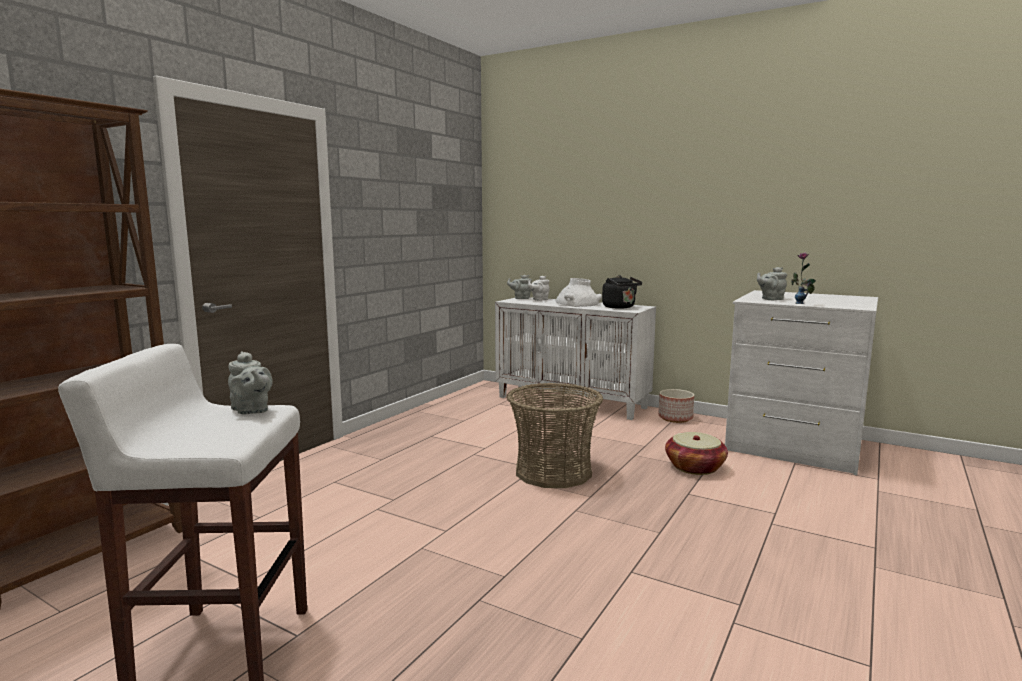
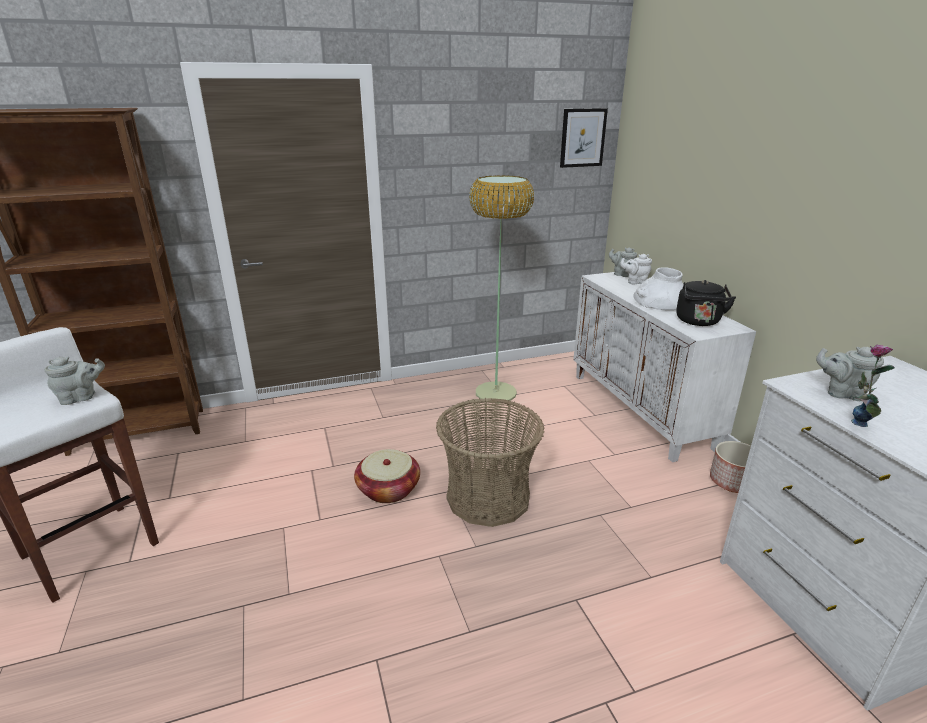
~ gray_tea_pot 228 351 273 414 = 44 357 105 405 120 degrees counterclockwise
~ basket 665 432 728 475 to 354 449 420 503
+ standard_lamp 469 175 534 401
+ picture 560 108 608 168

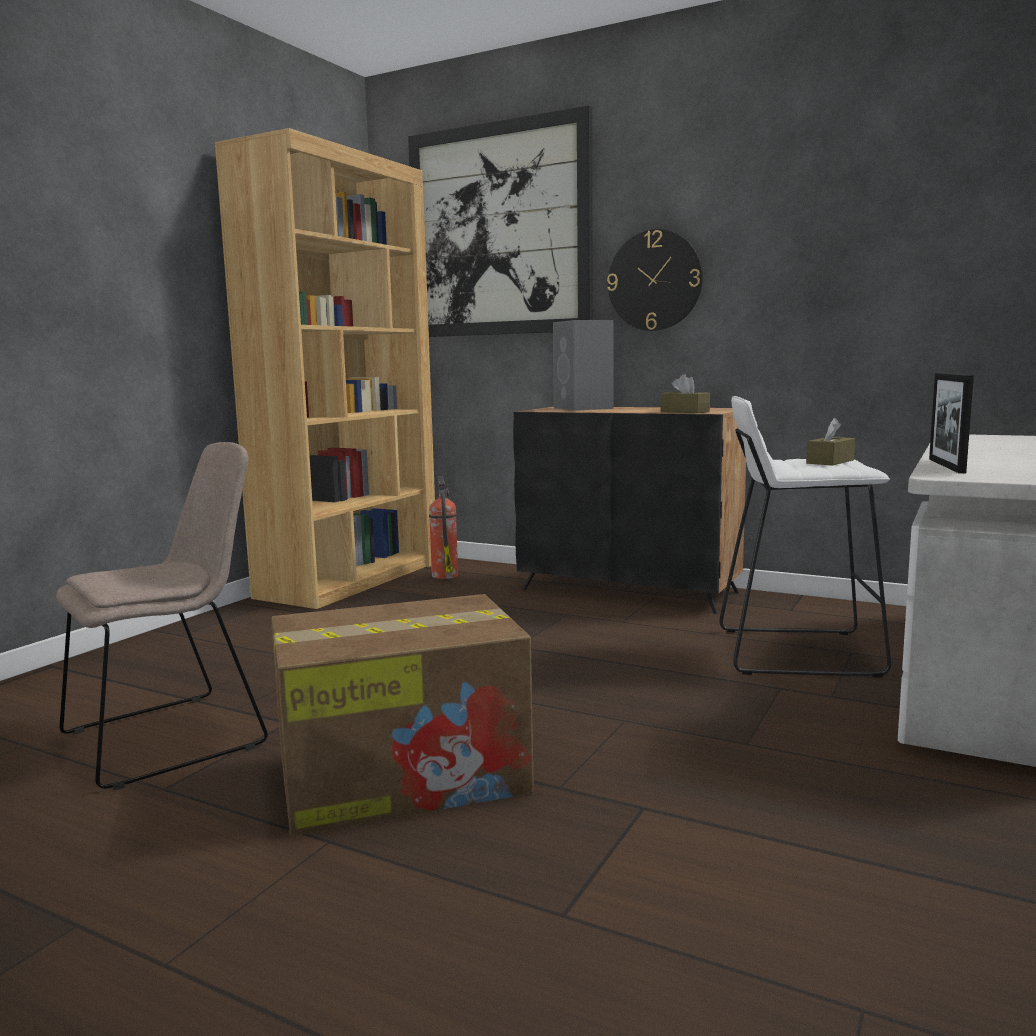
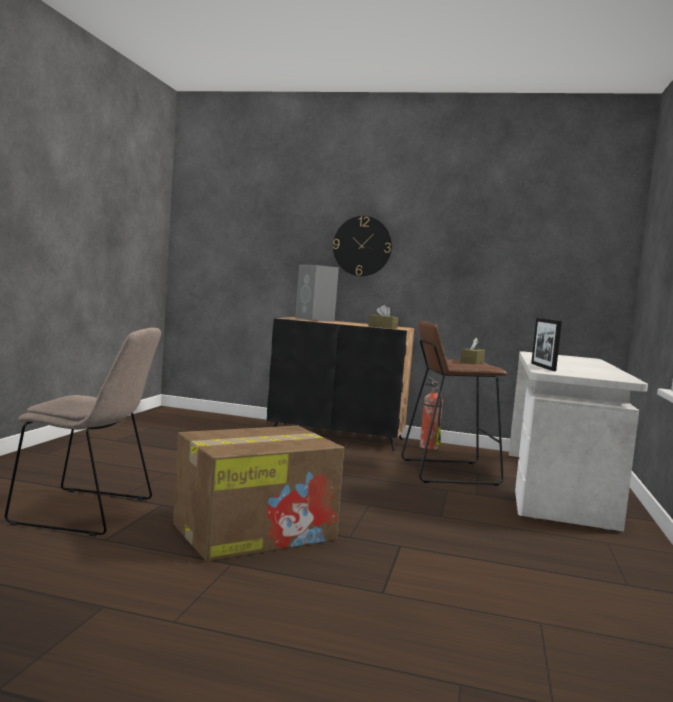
~ beige-coloured_plain_chair 56 442 268 790 = 5 328 161 536 60 degrees clockwise
~ white-coloured_stool 719 396 891 678 to brown-coloured_stool 401 321 507 485
~ fire-fighting_cylinder 429 476 458 579 to 420 377 443 450
- brown-coloured_bookshelf 215 128 435 609
- picture 408 106 593 337

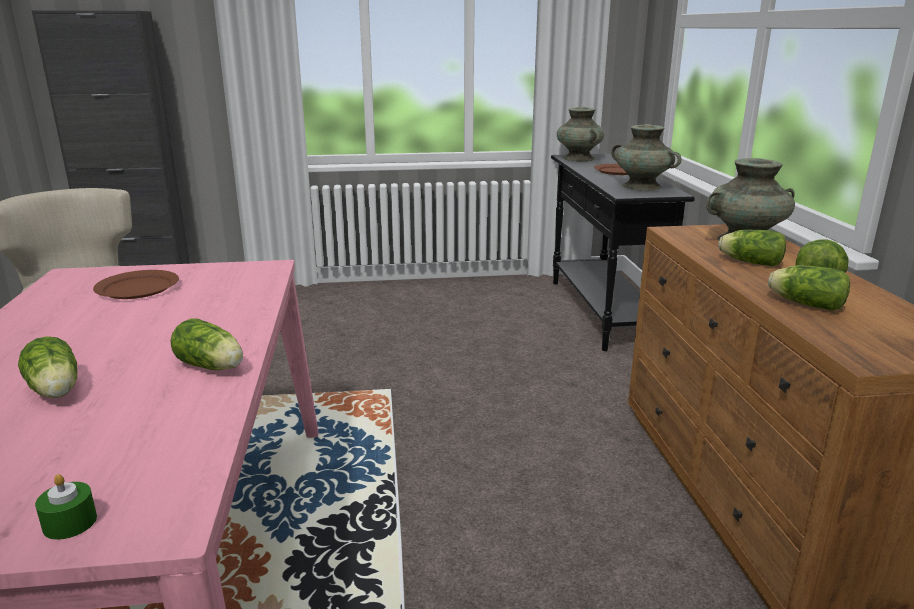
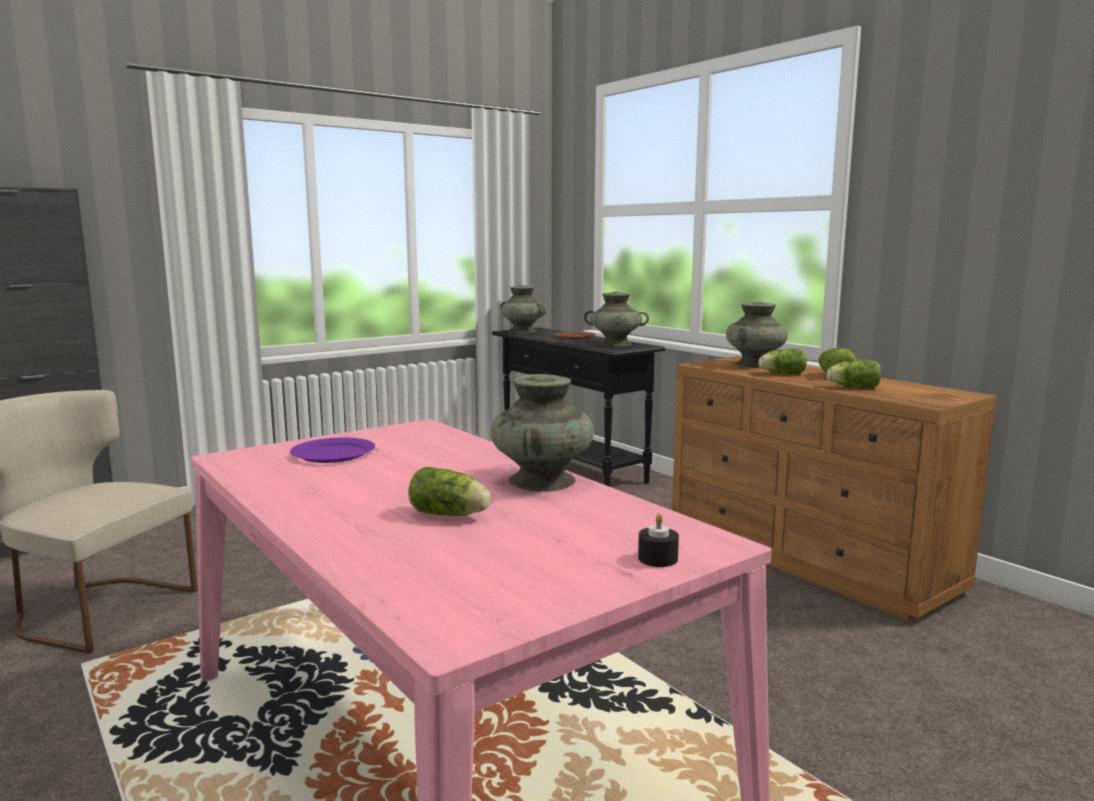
~ brown-coloured_flat_dish 93 270 179 299 to purple_flat_dish 290 438 375 463
~ lettuce_head 170 318 243 370 to turquoise-coloured_decorative_vase 490 374 594 492
~ green_wax_light 35 474 97 540 to black_wax_light 638 514 679 567

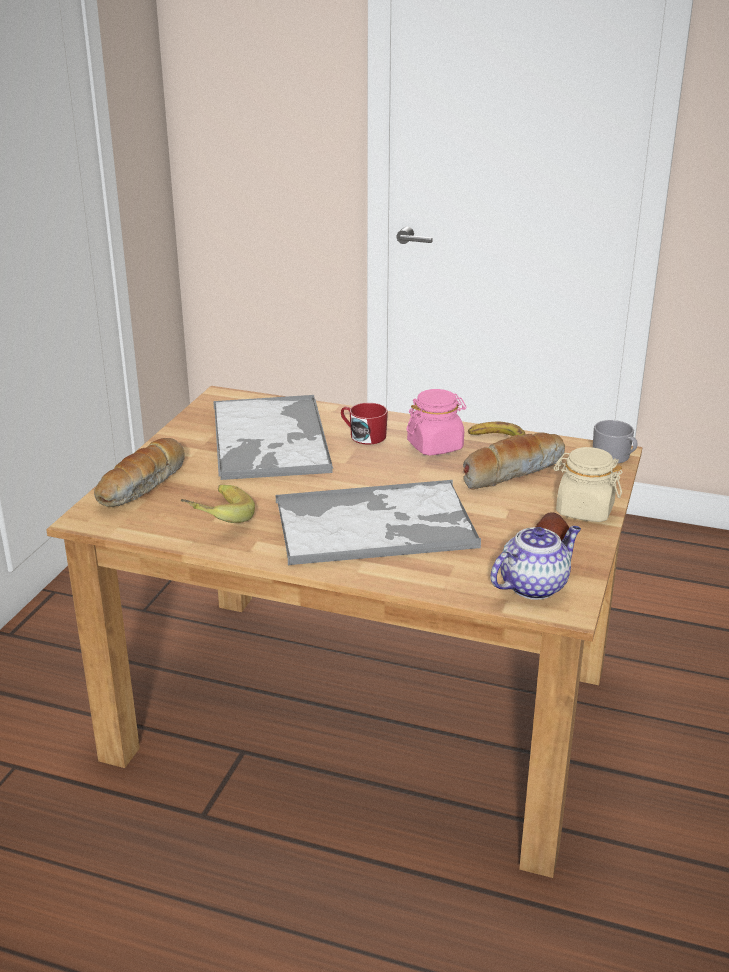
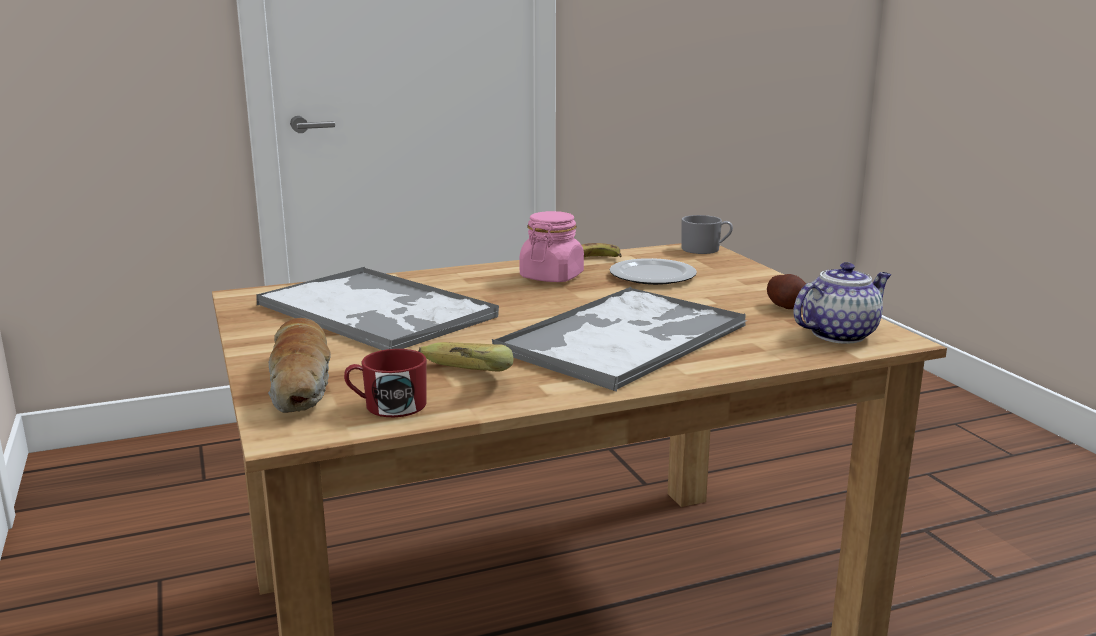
~ reddish_tea_mug 341 403 388 444 to 344 349 427 417
~ bakery_bread 463 432 565 490 to flat_dish 609 258 697 285
~ tea_pot 490 526 581 600 = 793 262 891 344 45 degrees clockwise
- beige-coloured_preserve_jar 554 447 622 522

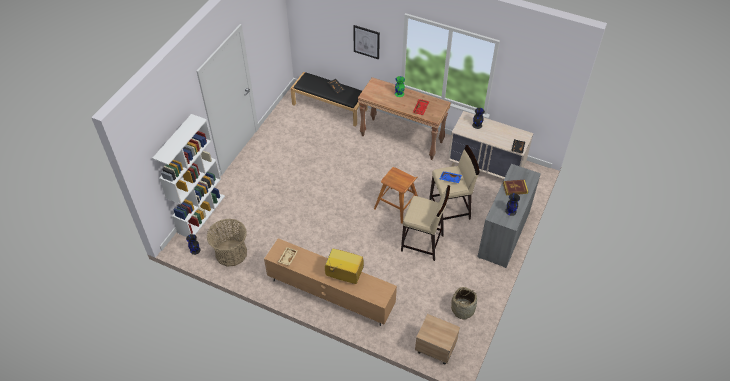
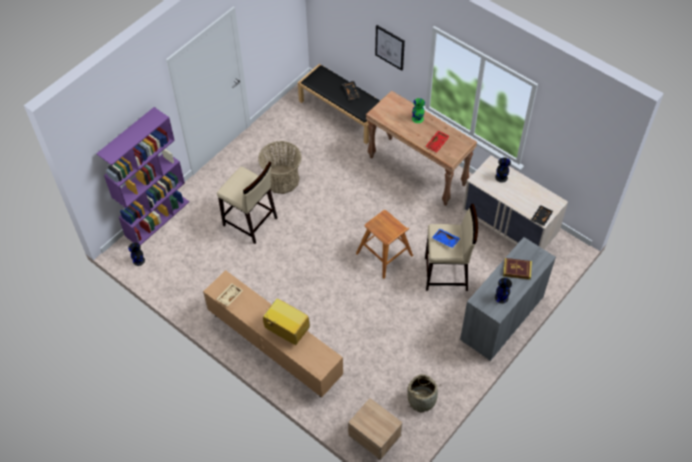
~ white-coloured_bookshelf 152 114 225 237 to purple_bookshelf 96 107 189 245
~ beige-coloured_stool 401 185 450 261 to 217 161 277 244
~ basket 207 219 247 267 to 258 141 302 194

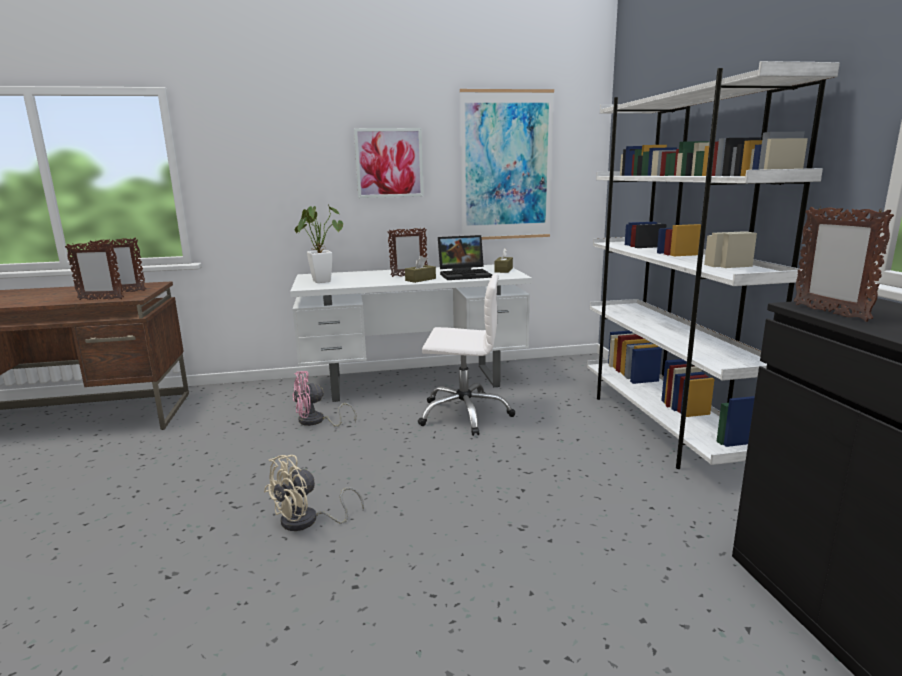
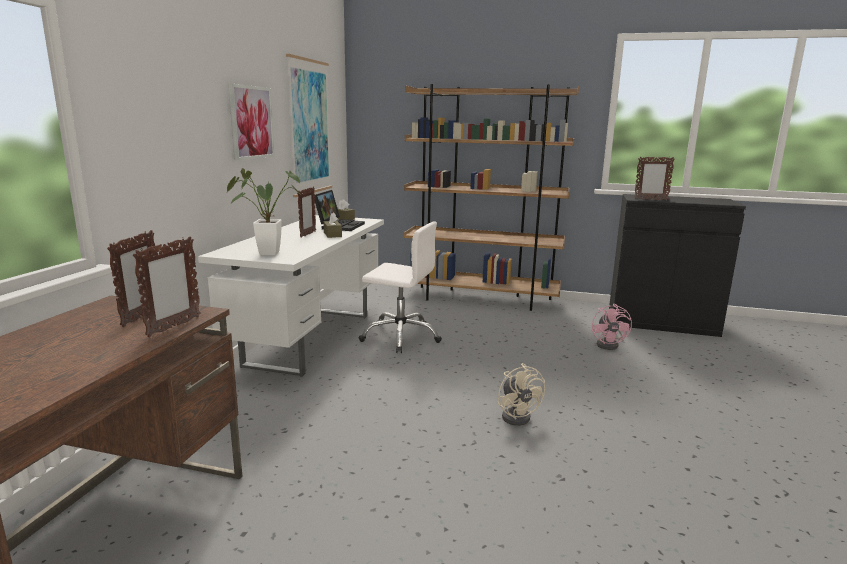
~ white-coloured_desk_chair 418 274 515 436 = 359 221 442 353 75 degrees clockwise
~ white-coloured_bookshelf 587 61 840 469 to brown-coloured_bookshelf 404 84 579 311
~ pinkish_fan 292 371 356 427 to 592 304 632 350

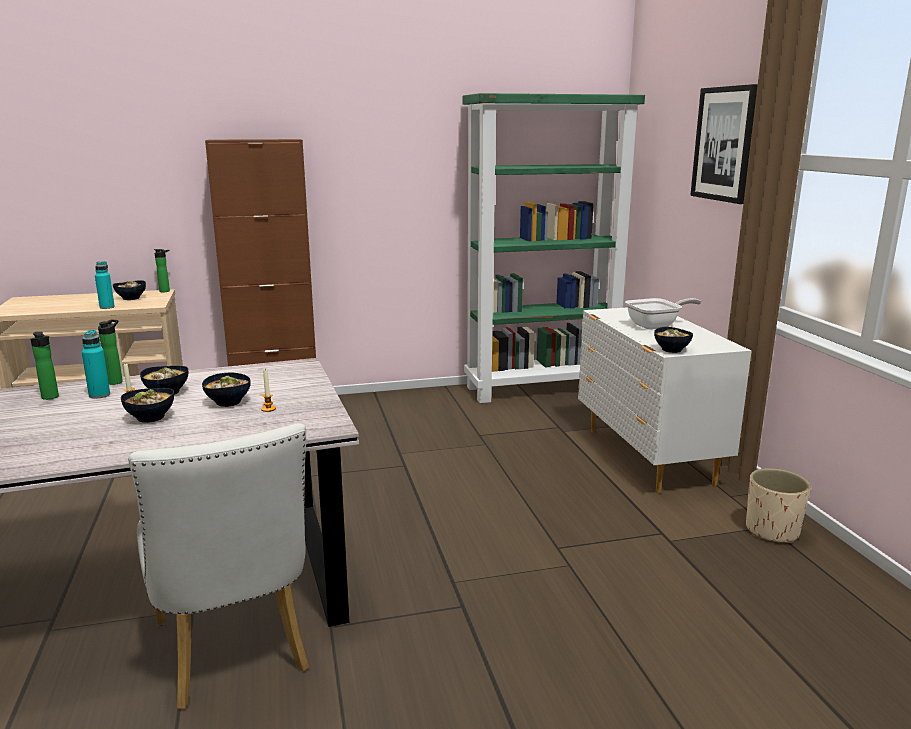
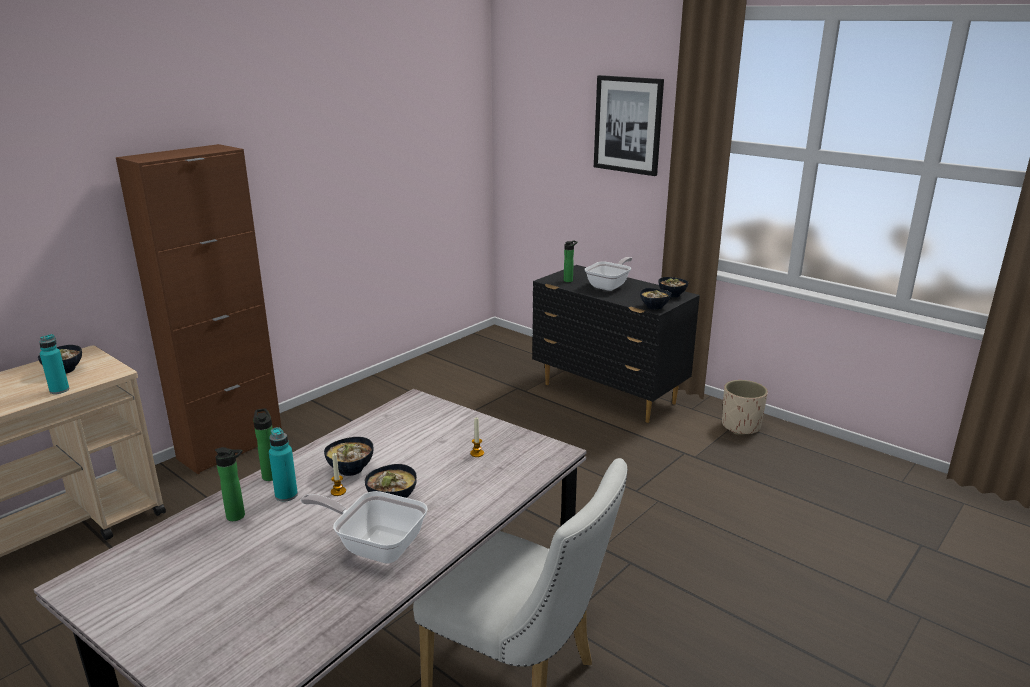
+ skillet 301 491 428 564
~ white-coloured_dresser 578 307 752 494 to black_dresser 532 265 700 423
~ bottle 154 249 170 292 to 564 241 577 282
~ serving_bowl 202 373 251 407 to 659 277 689 298
- green_bookshelf 463 93 645 403

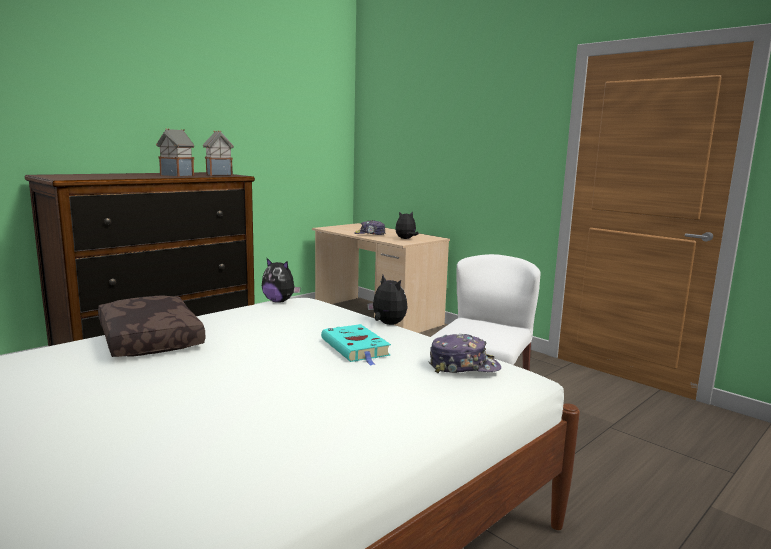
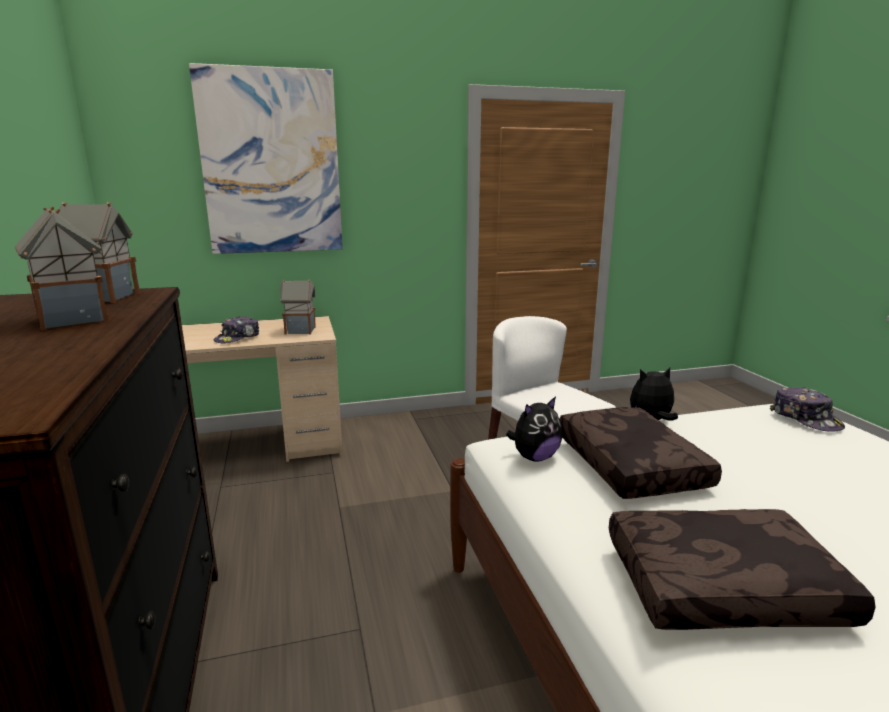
+ picture 189 63 343 254
~ plush_toy 395 211 419 239 to miniature_house 280 279 316 335
+ brown-coloured_cushion 559 407 722 499
~ cap 429 334 501 373 = 770 387 845 432 135 degrees clockwise
- turquoise-coloured_volume 321 324 391 366

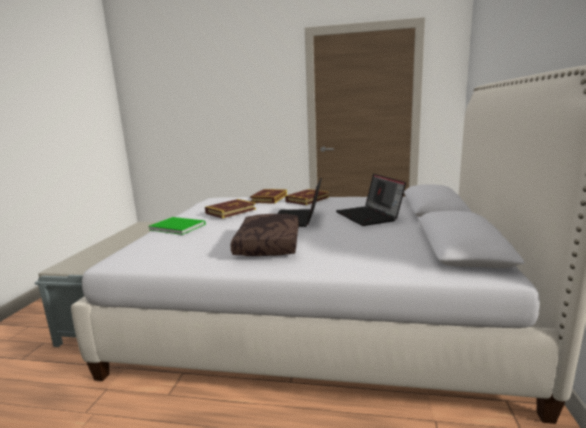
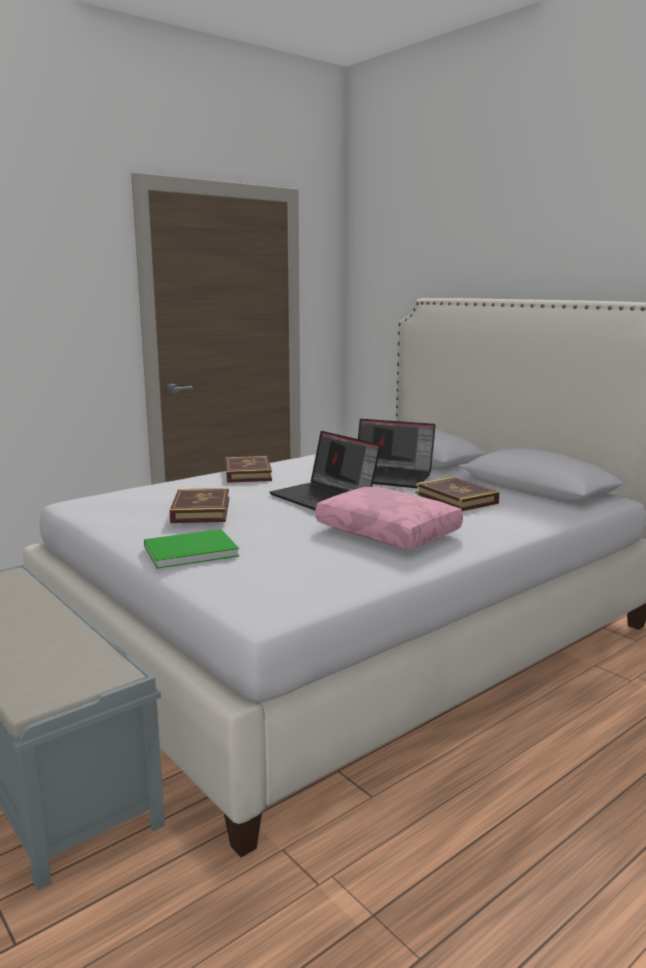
~ brown-coloured_cushion 231 214 299 256 to pinkish_cushion 315 487 463 549
~ volume 250 189 287 204 to 416 477 500 511

